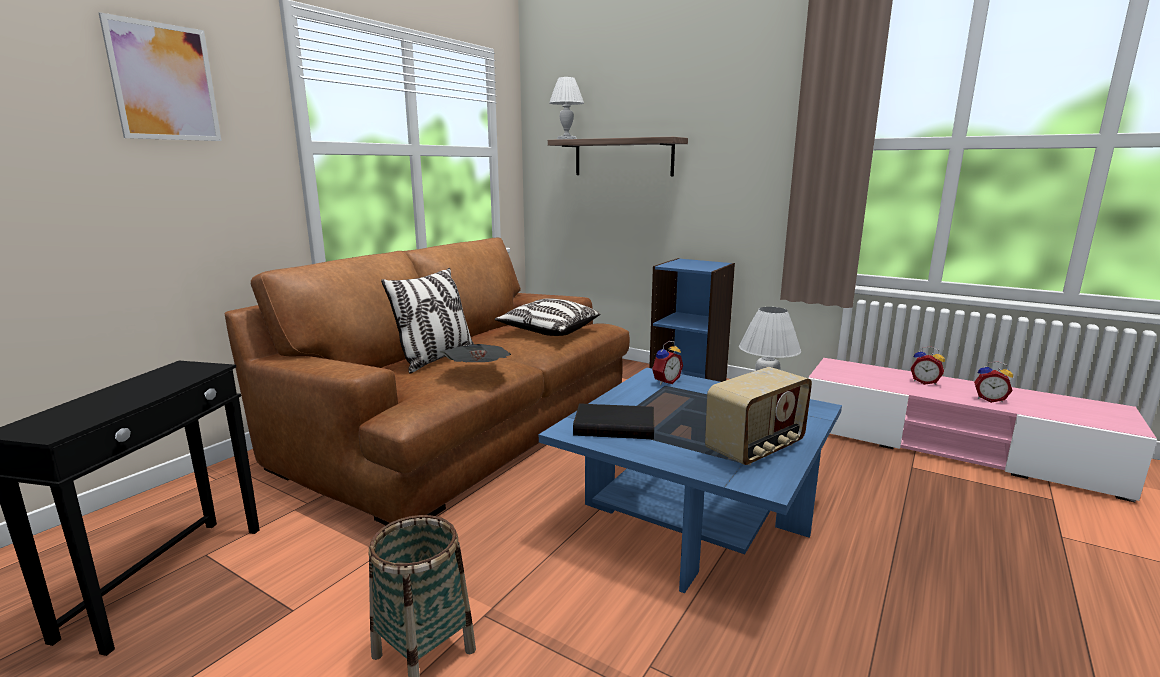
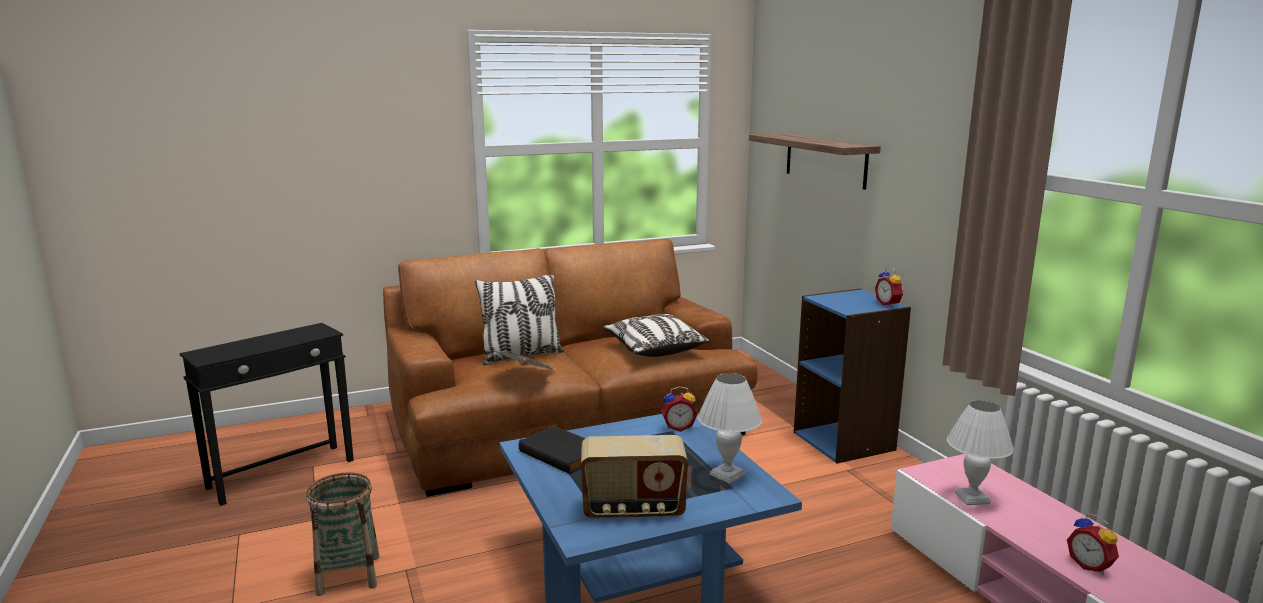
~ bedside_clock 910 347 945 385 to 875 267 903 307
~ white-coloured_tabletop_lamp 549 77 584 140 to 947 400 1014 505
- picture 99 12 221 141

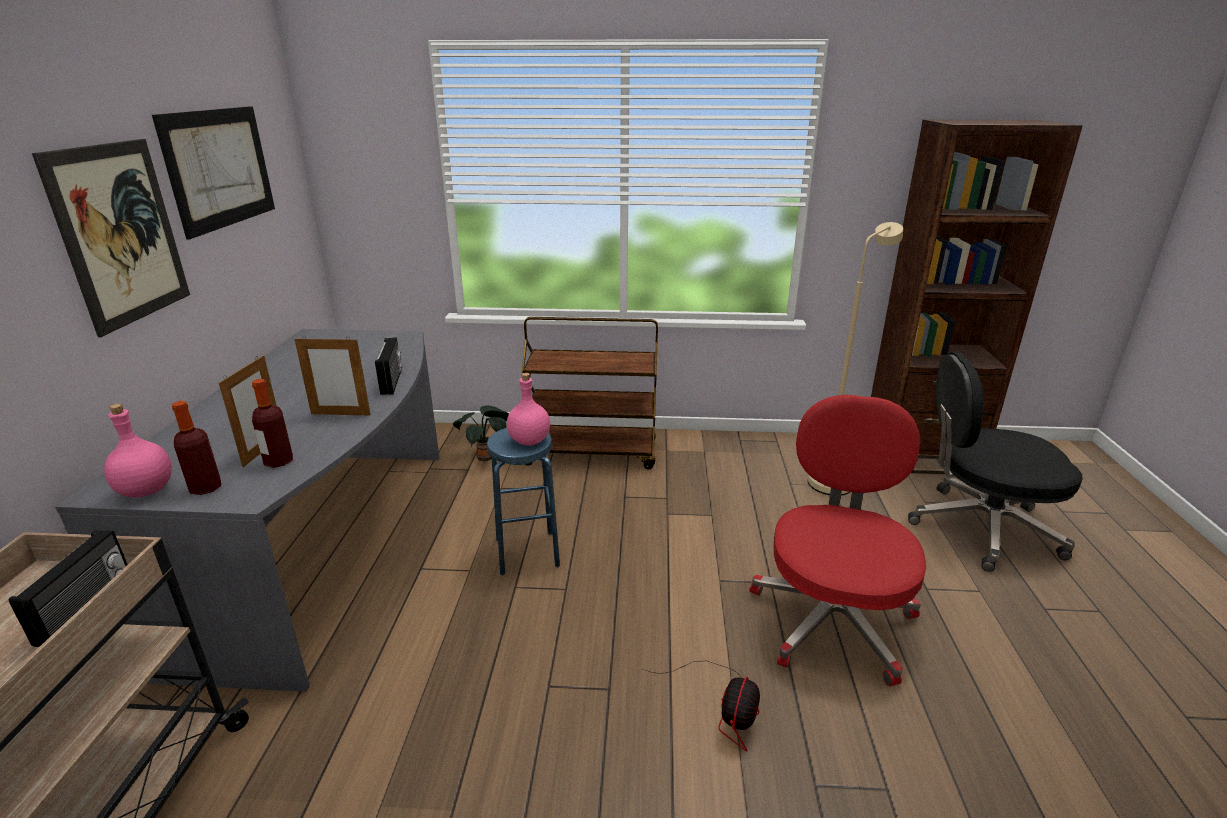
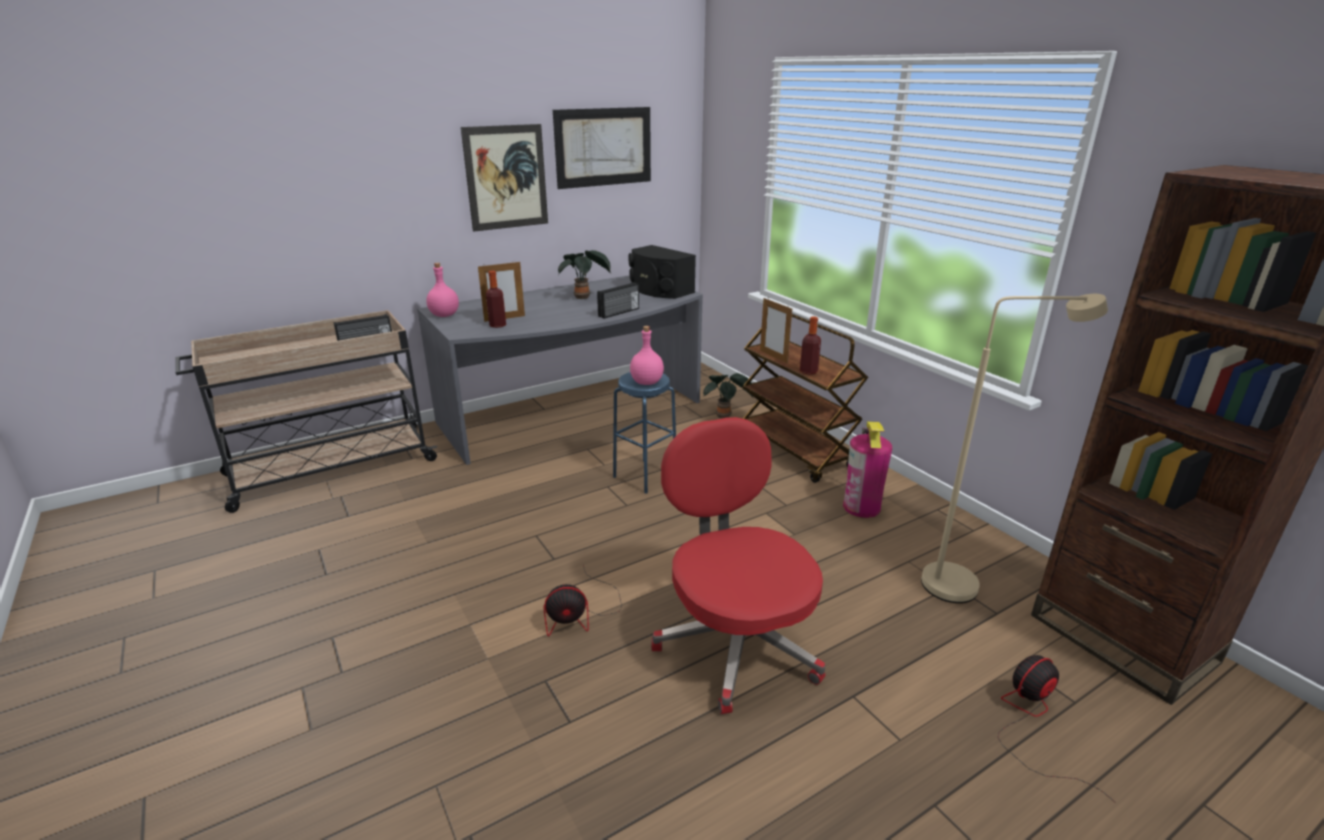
+ plant_in_a_pot 558 250 611 299
+ black_audio_speaker 628 245 696 299
~ reddish_desk_chair 749 395 926 686 = 651 417 825 714 90 degrees counterclockwise
~ standing_frame 295 336 371 415 to 760 298 792 363
~ bottle 172 401 222 495 to 800 316 821 374
+ fire-fighting_cylinder 843 421 892 518
~ black_desk_chair 908 352 1083 572 to fan 998 655 1116 803

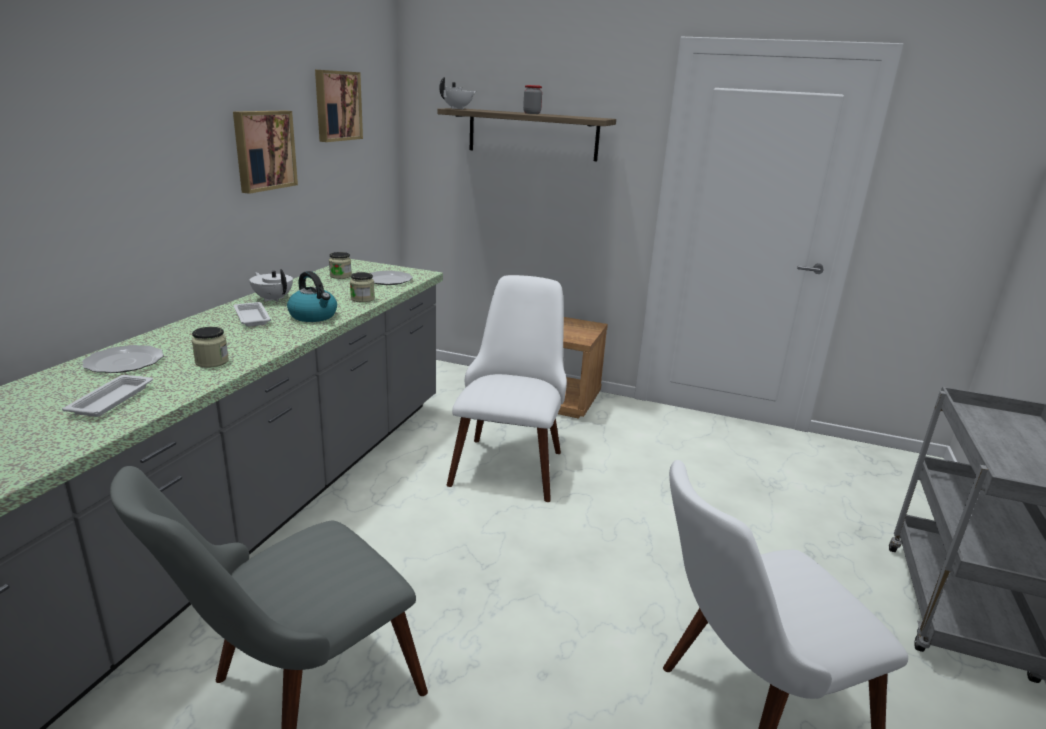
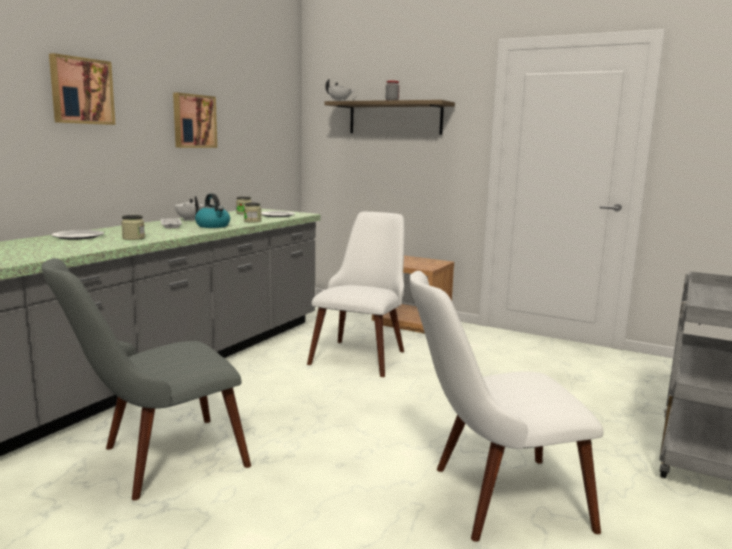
~ picture 315 70 363 142 to 49 53 116 125
- white-coloured_carrying_tray 62 375 153 417

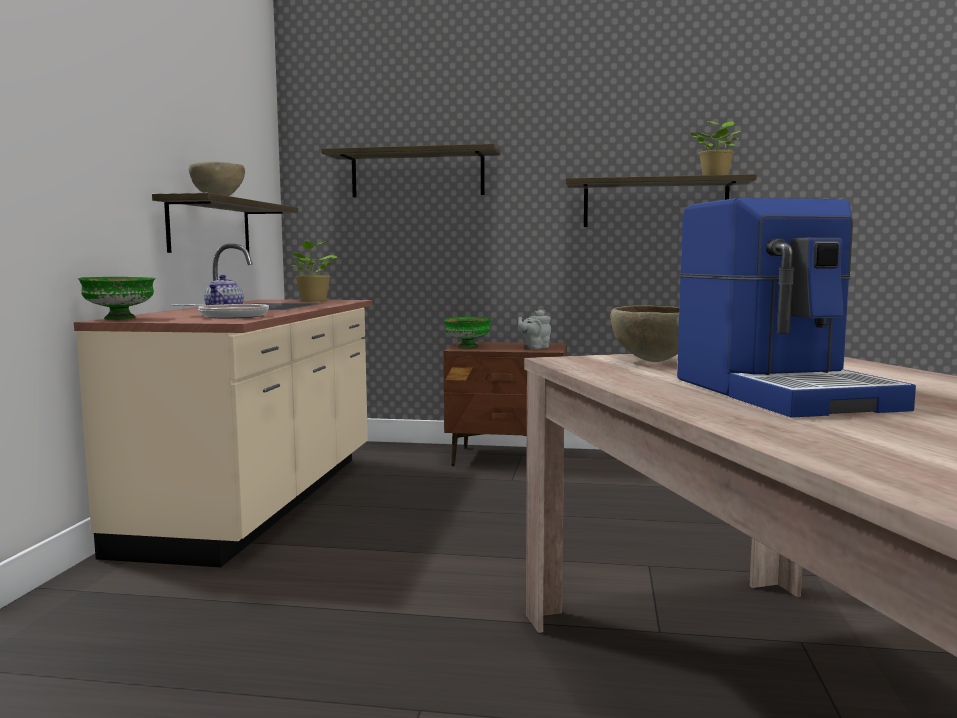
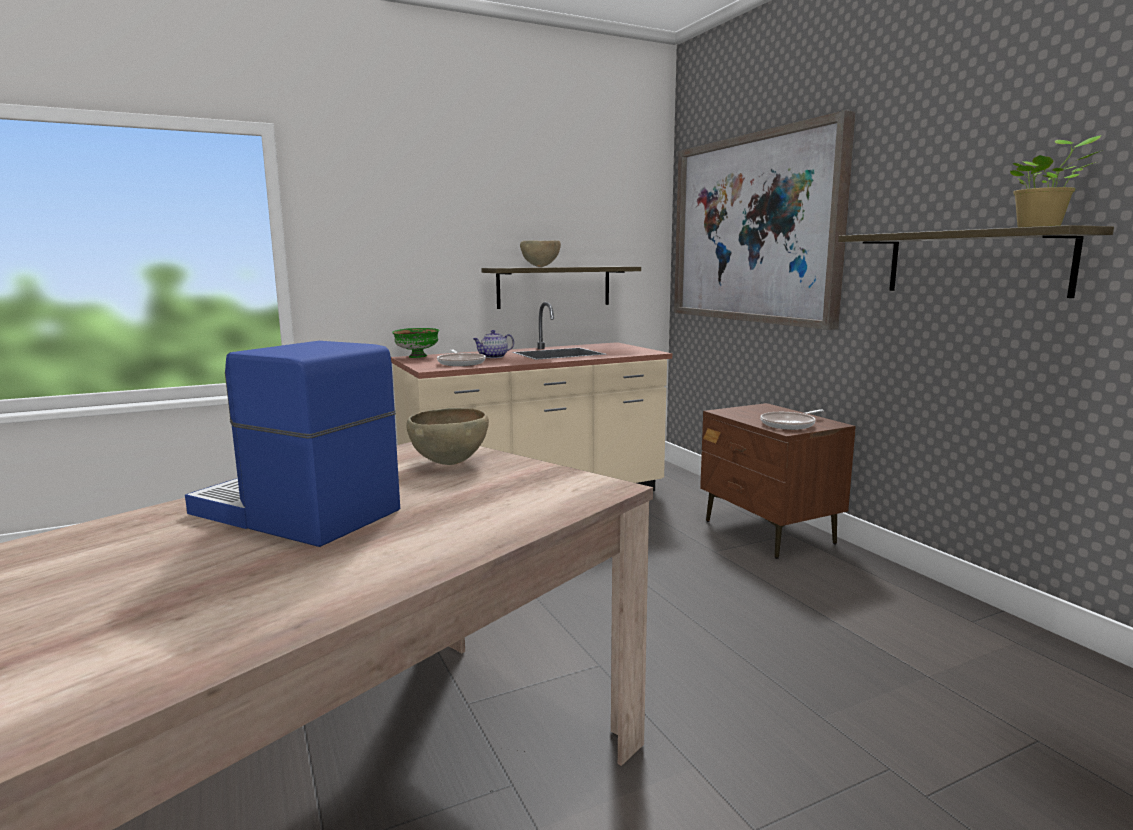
~ coffee_maker 677 198 916 418 = 185 341 400 547 75 degrees clockwise
~ shelf 321 144 501 197 to picture 674 110 856 330
~ gray_tea_pot 518 310 551 349 to skillet 760 409 824 430
- plant_in_a_pot 291 241 338 301
- green_serving_bowl 443 317 492 348

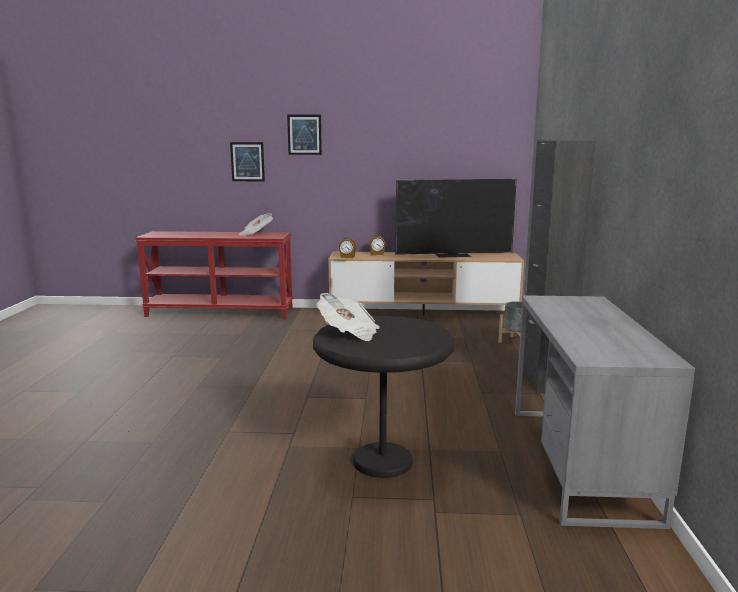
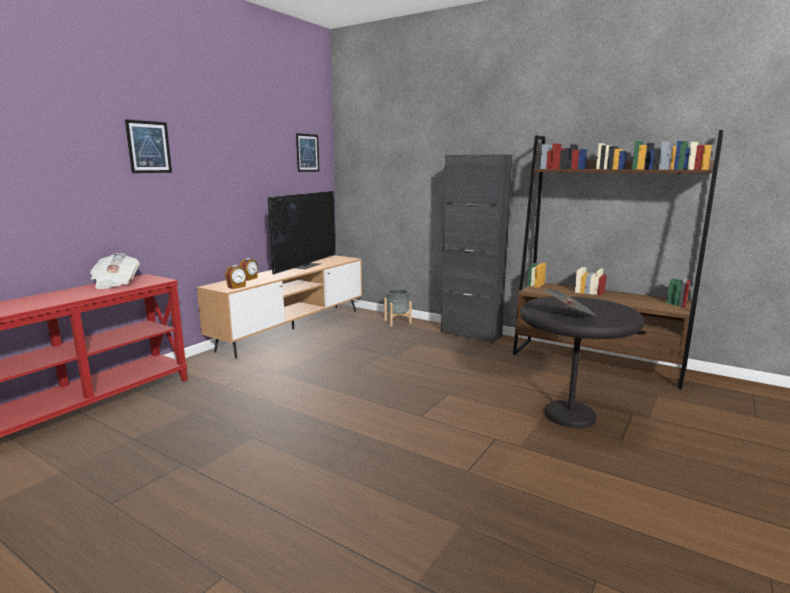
~ picture 230 142 265 181 to 296 133 320 172
~ gray_desk_table 515 295 695 529 to brown-coloured_bookshelf 513 130 724 389

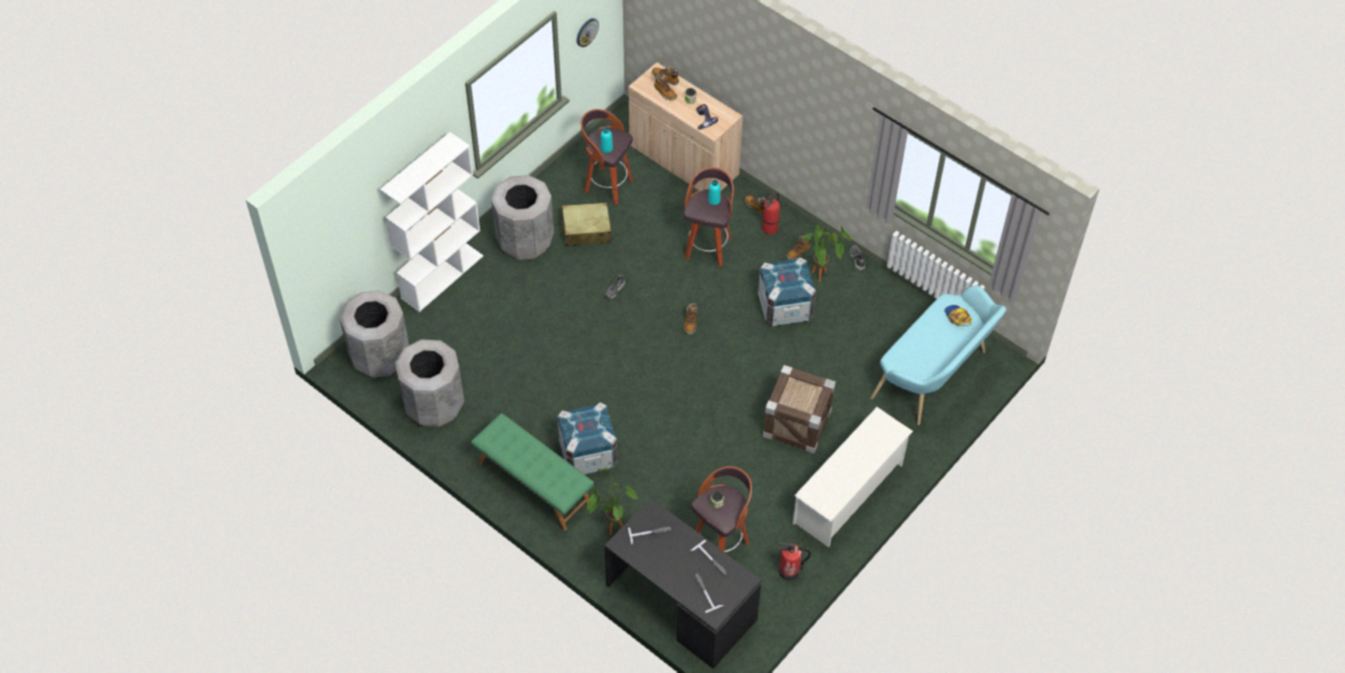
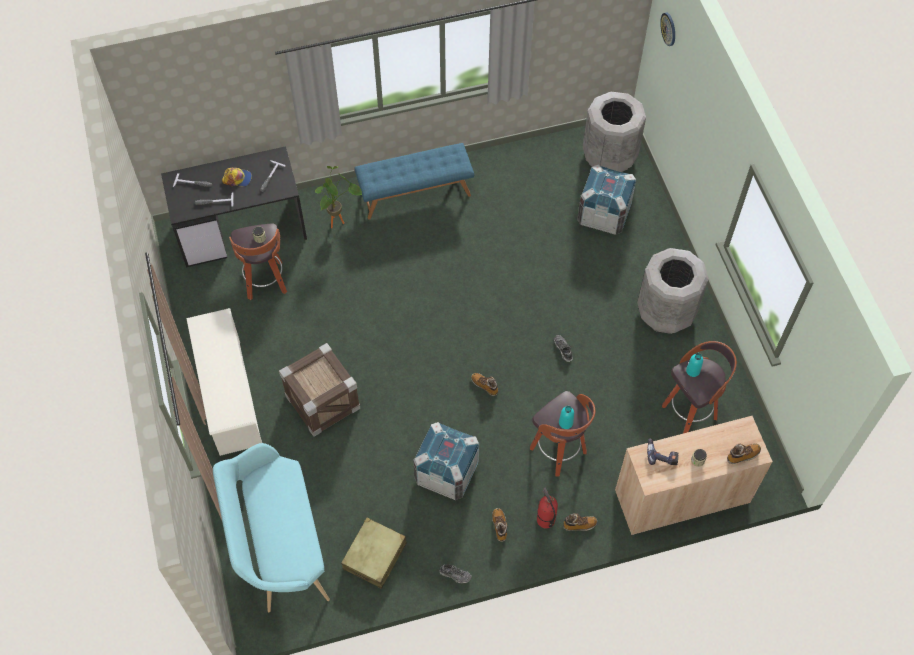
~ cap 945 305 972 326 to 222 168 252 187
~ beige-coloured_travel_case 559 202 611 246 to 341 518 407 588
~ green_bench 471 413 594 531 to blue_bench 354 143 474 220
~ packing_crate 557 402 617 474 to 577 165 637 235
~ hanging_clock 577 18 599 47 to 660 13 675 46
- white-coloured_bookshelf 380 132 483 312
- gray_rubbish_bin 395 339 464 427
- high-top_boot 654 74 677 101
- fire-fighting_cylinder 778 543 811 581
- plant_in_a_pot 803 225 851 282

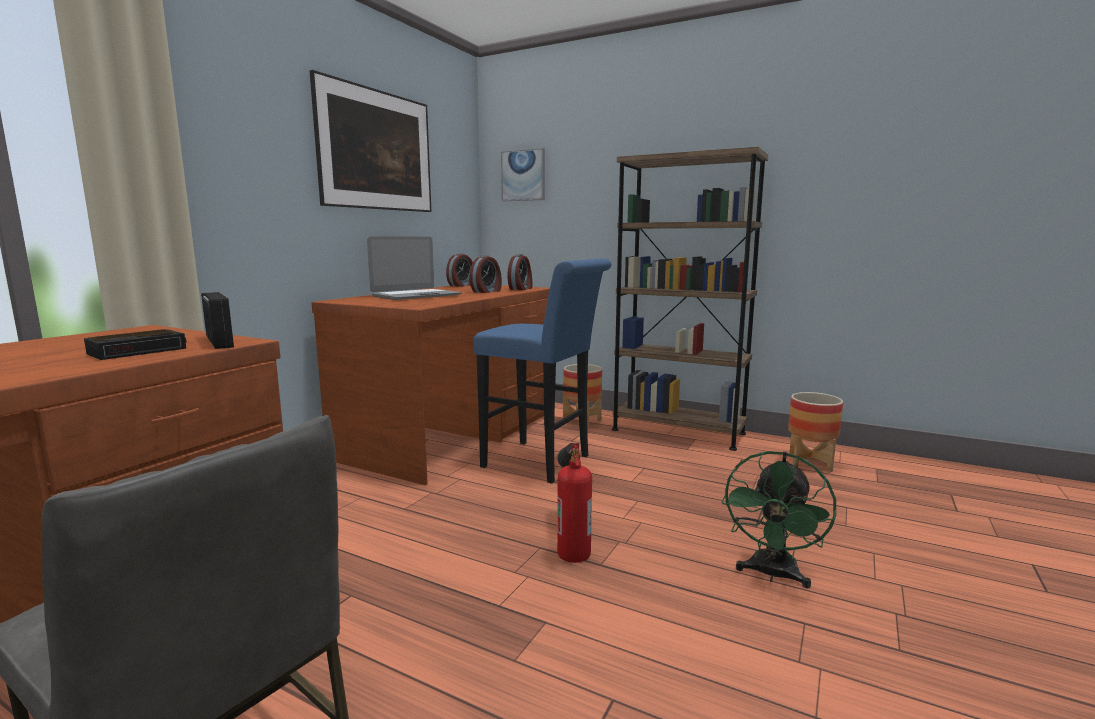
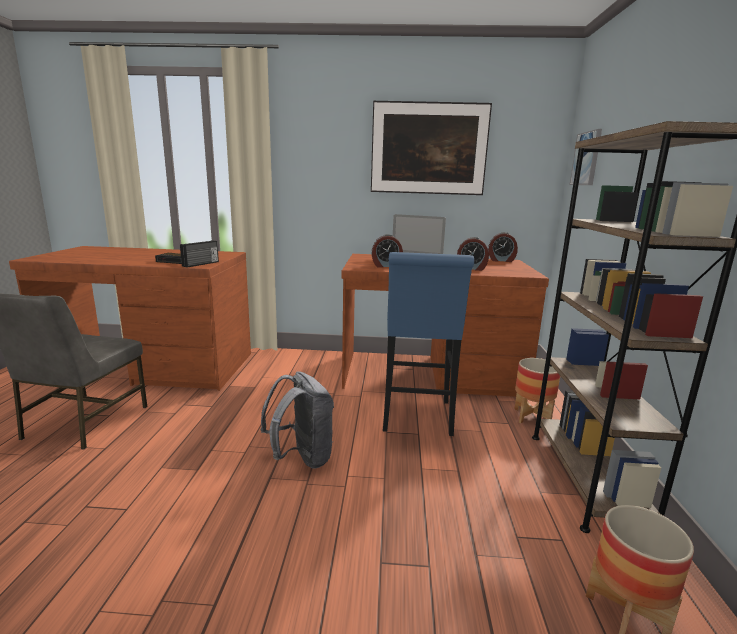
~ fire-fighting_cylinder 557 443 592 563 to gray_rucksack 261 371 334 469
~ bedside_clock 508 254 532 290 to 372 234 403 268
- green_fan 721 451 836 589

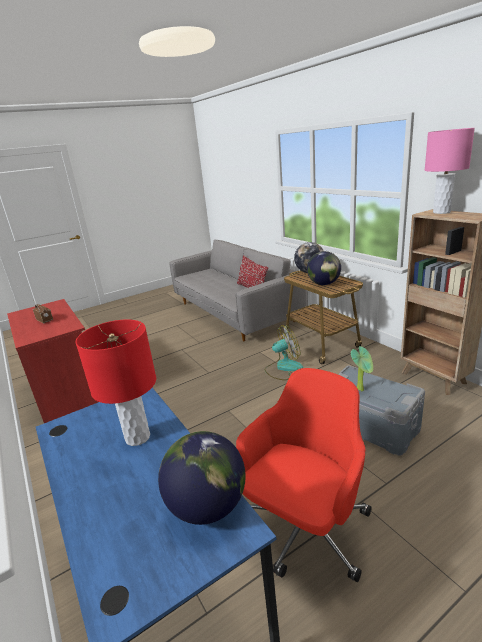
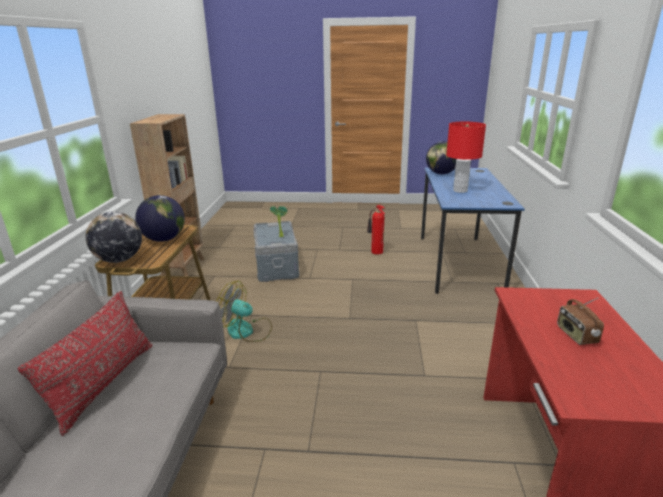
~ reddish_desk_chair 236 368 372 582 to fire-fighting_cylinder 367 205 385 255
- pinkish_tabletop_lamp 425 128 475 214

